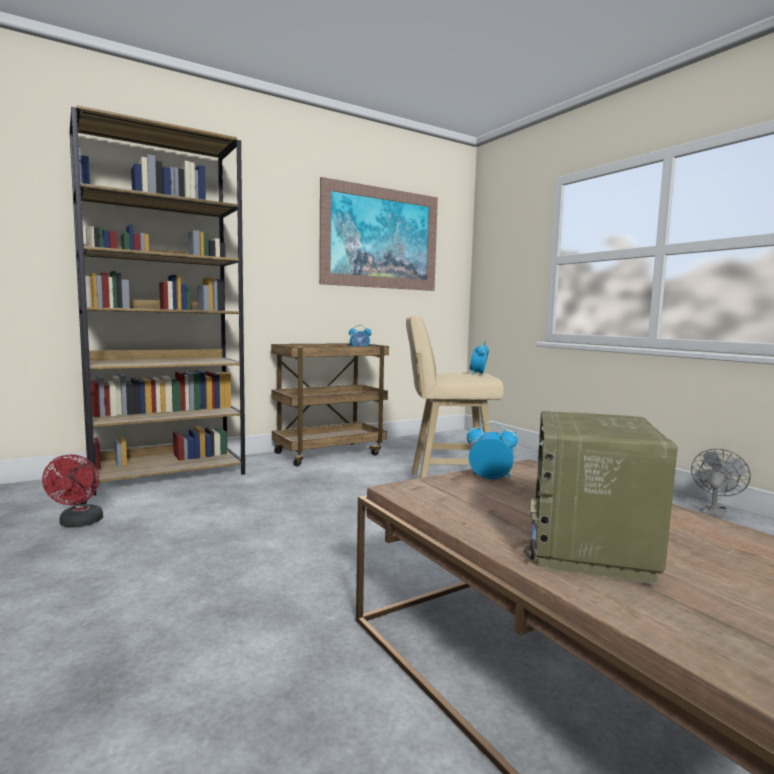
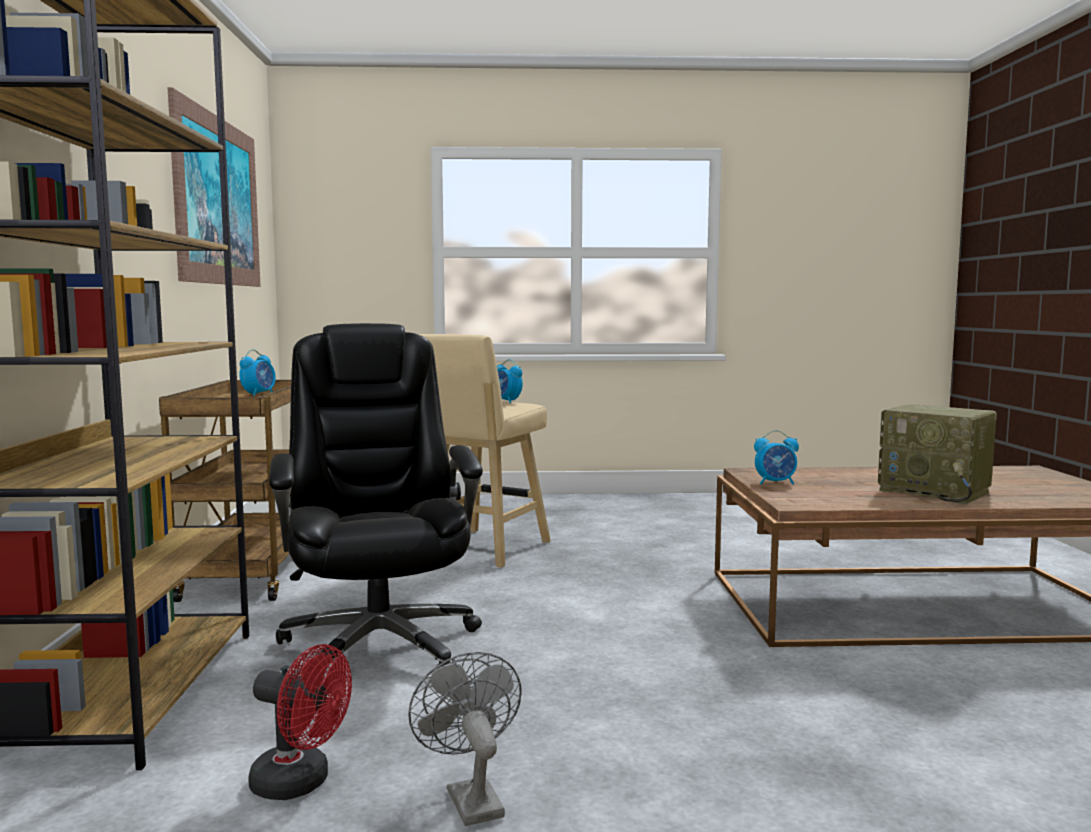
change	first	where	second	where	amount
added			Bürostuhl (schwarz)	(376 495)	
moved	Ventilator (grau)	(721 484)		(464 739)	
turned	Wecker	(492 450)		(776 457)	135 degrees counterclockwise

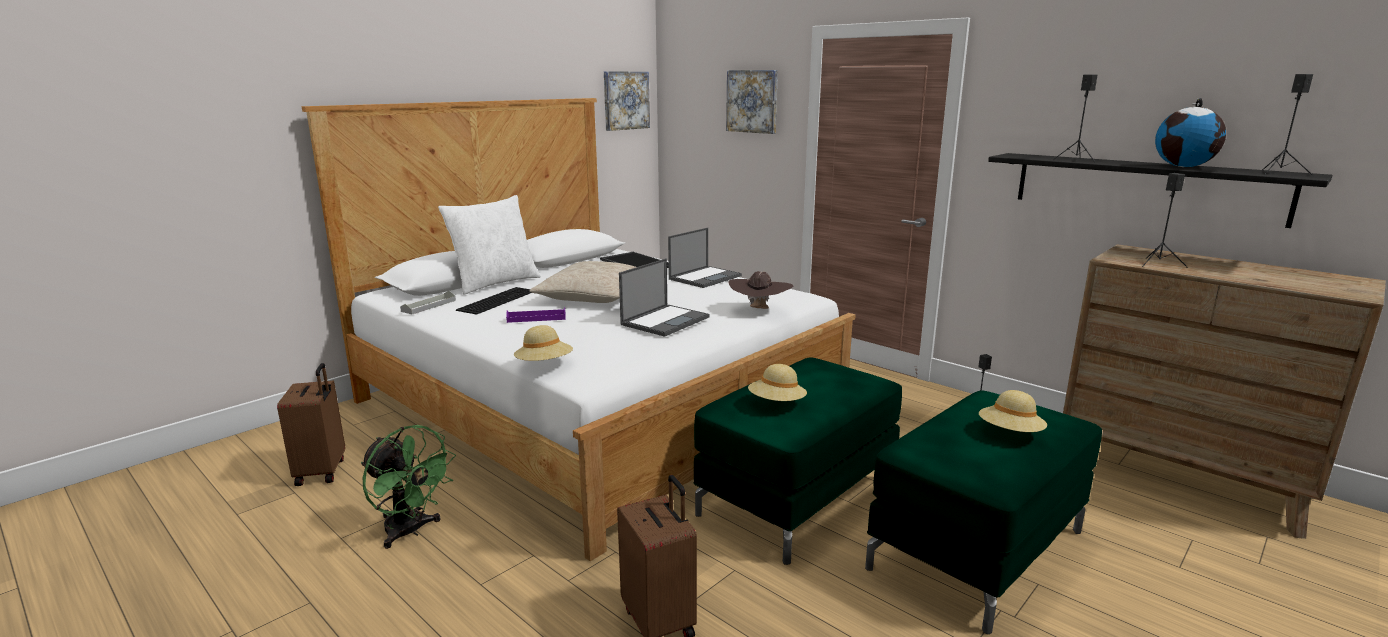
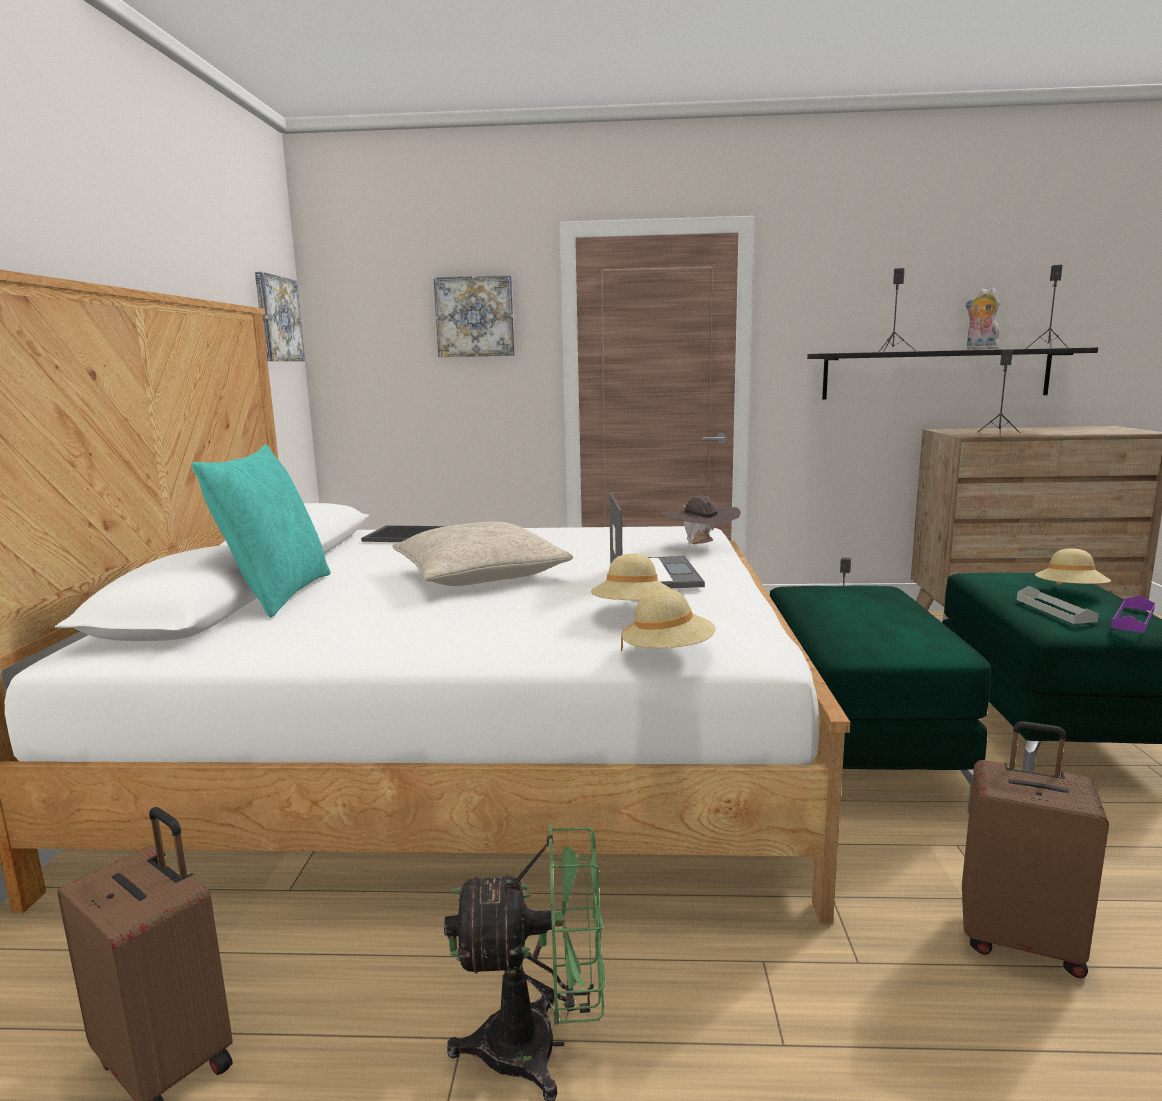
change	first	where	second	where	amount
removed	Tastatur	(493 301)			
removed	Laptop	(705 258)			
moved	Tablett (grau)	(428 302)		(1058 605)	
moved	Tablett (lila)	(536 315)		(1133 614)	
moved	Hut (beige)	(777 382)		(631 577)	
replaced	Globus	(1190 132)	Plüschtier	(982 319)	
recoloured	Kissen (weiß)	(489 245)	Kissen (türkis)	(261 531)	

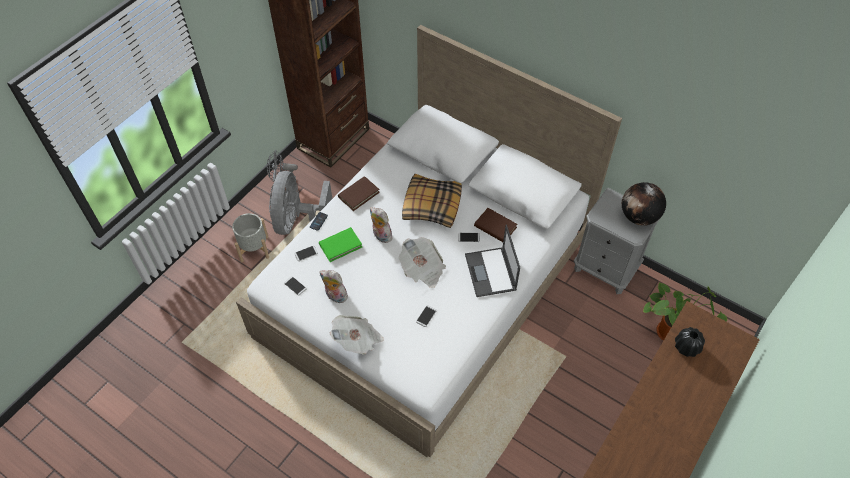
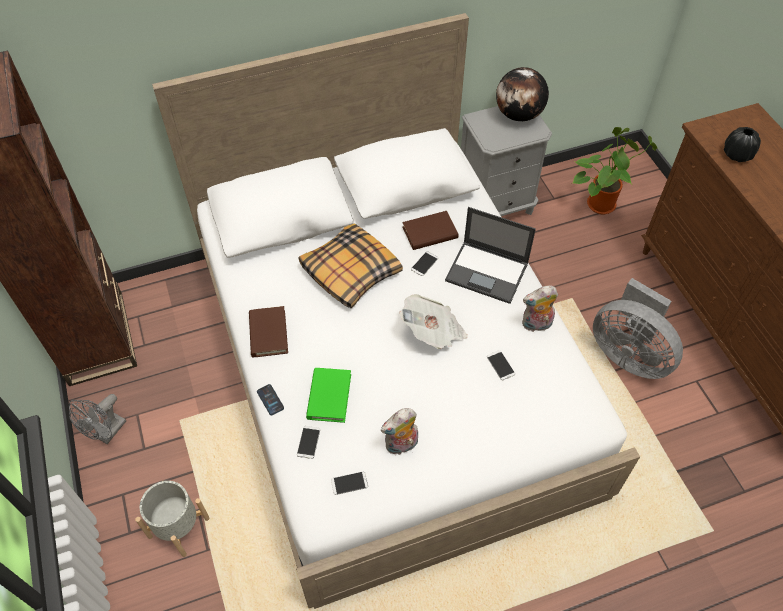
change	first	where	second	where	amount
removed	Zeitung	(357 335)			
moved	Ventilator (grau)	(300 203)		(638 328)	
moved	Plüschtier	(381 225)		(540 308)	

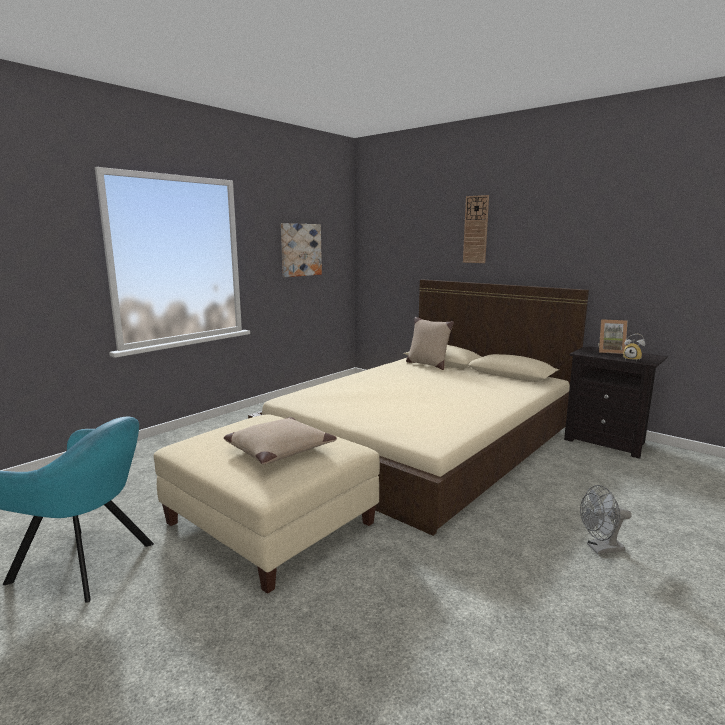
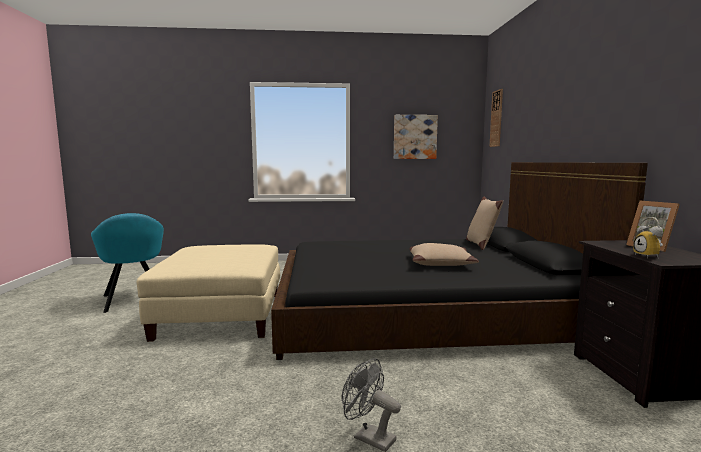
change	first	where	second	where	amount
moved	Kissen (beige)	(280 440)		(444 254)	
moved	Wanduhr	(476 229)		(496 118)	
recoloured	Bett (beige)	(418 407)	Bett (schwarz)	(459 261)	

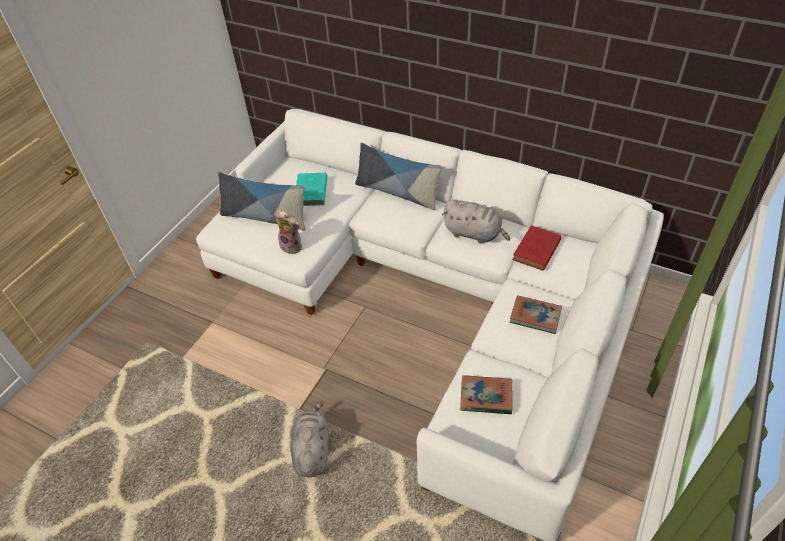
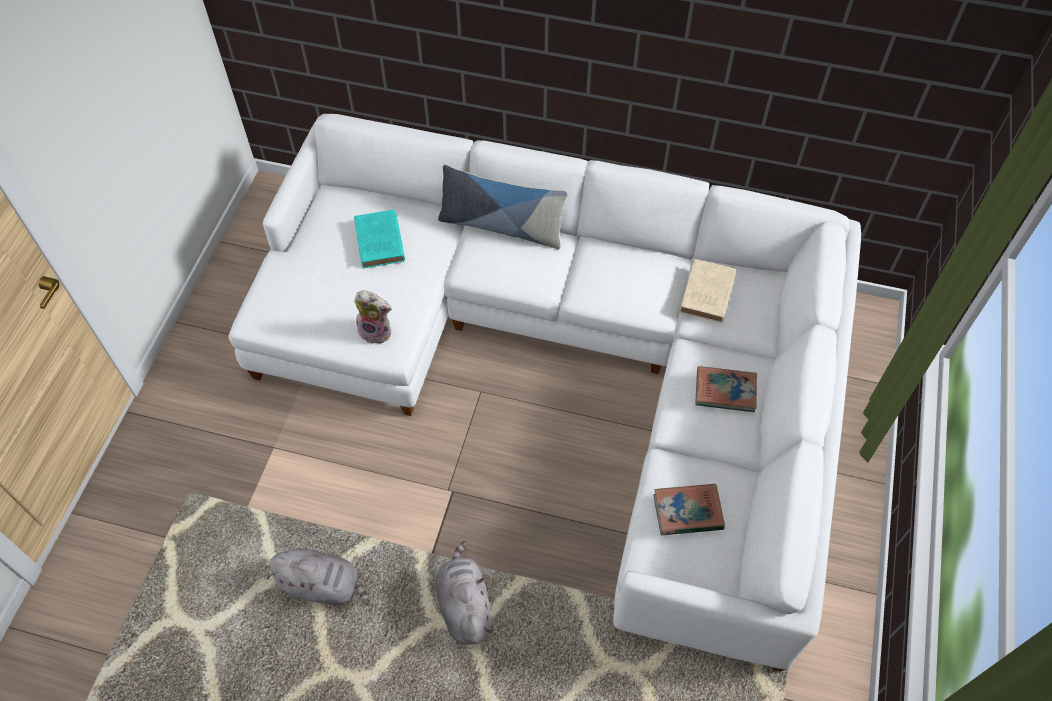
change	first	where	second	where	amount
removed	Kissen	(261 201)			
moved	Plüschtier (grau)	(476 222)		(318 577)	
recoloured	Buch (rot)	(537 248)	Buch (beige)	(707 291)	

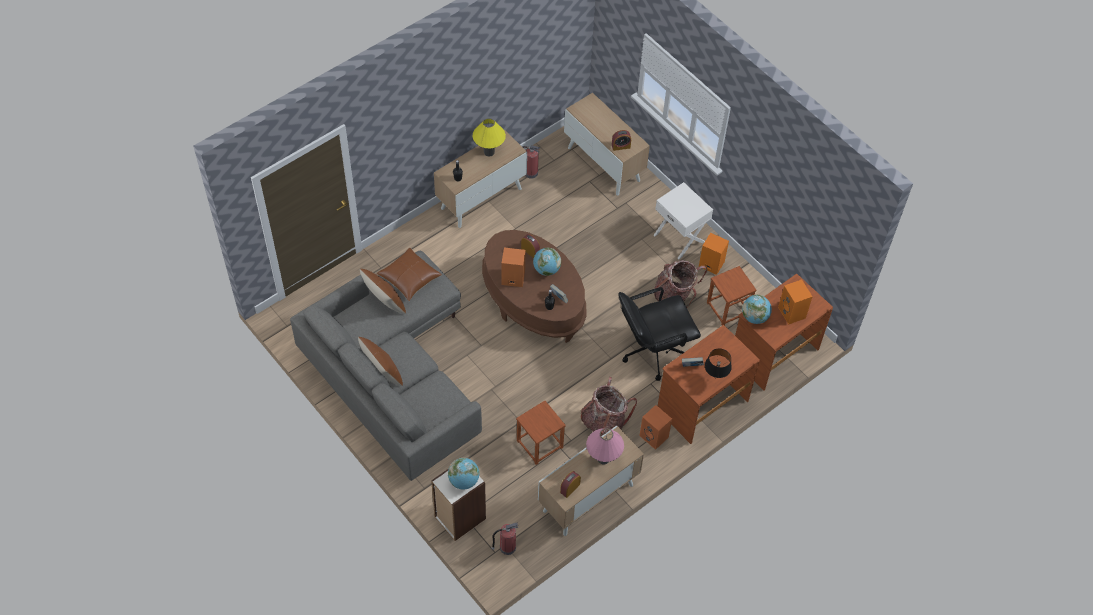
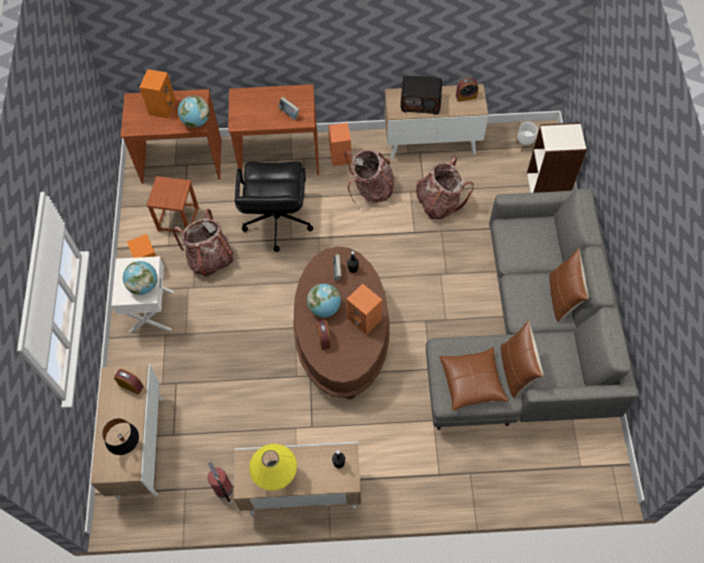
change	first	where	second	where	amount
moved	Globus	(464 473)		(140 278)	
moved	Tischlampe (schwarz)	(718 363)		(120 436)	
replaced	Feuerlöscher	(505 539)	Pflanzkübel (weiß)	(527 136)	
replaced	Hocker (braun)	(541 433)	Rucksack	(445 188)	
replaced	Tischlampe (rosa)	(605 446)	Radio	(421 95)	
turned	Bürostuhl (schwarz)	(659 334)		(274 206)	75 degrees clockwise

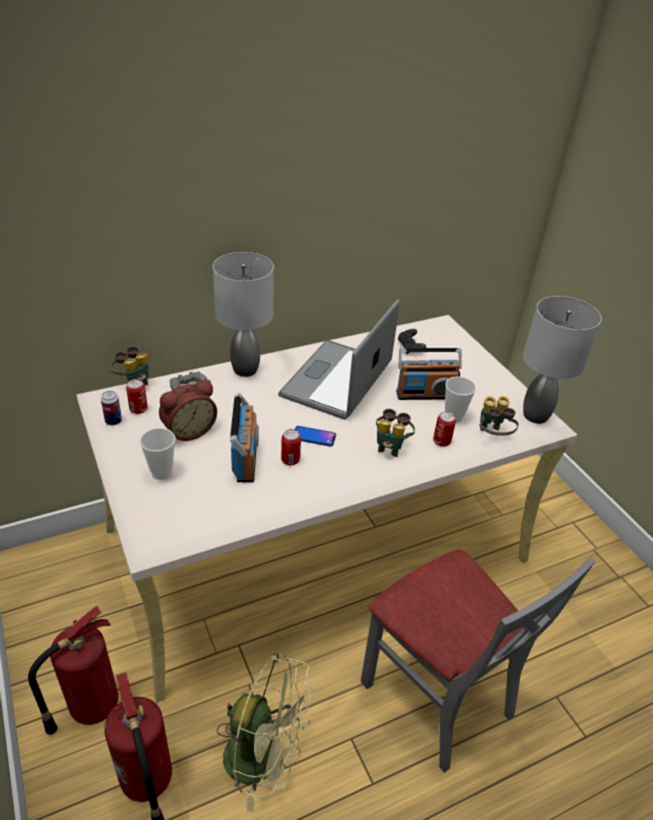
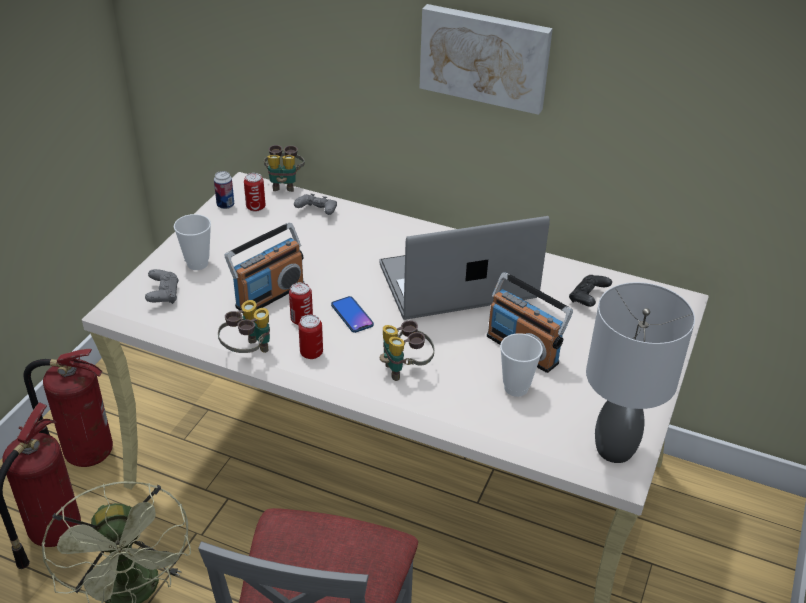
change	first	where	second	where	amount
removed	Wecker	(188 410)			
removed	Tischlampe (grau)	(243 314)			
added			Gamepad (grau)	(162 286)	
added			Bild	(486 59)	
moved	Dose	(444 429)		(310 337)	
moved	Fernglas	(499 416)		(244 326)	

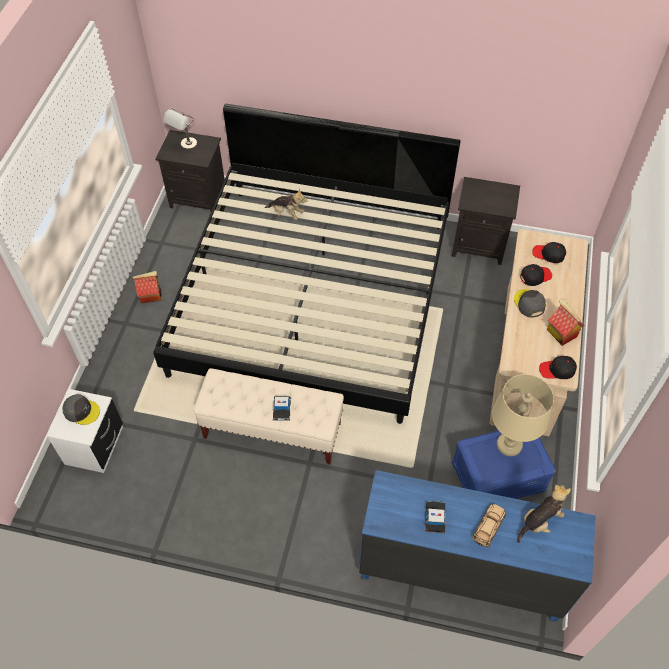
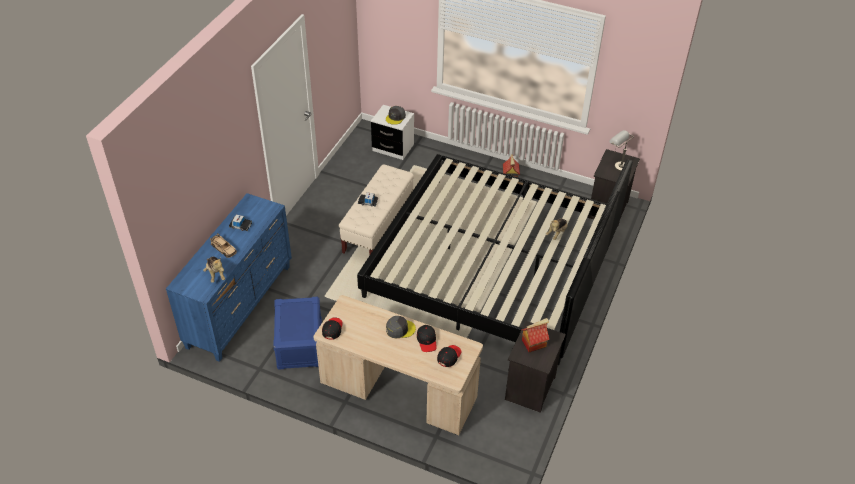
change	first	where	second	where	amount
removed	Tischlampe (beige)	(523 415)			
moved	Spielzeughaus	(565 322)		(535 335)	

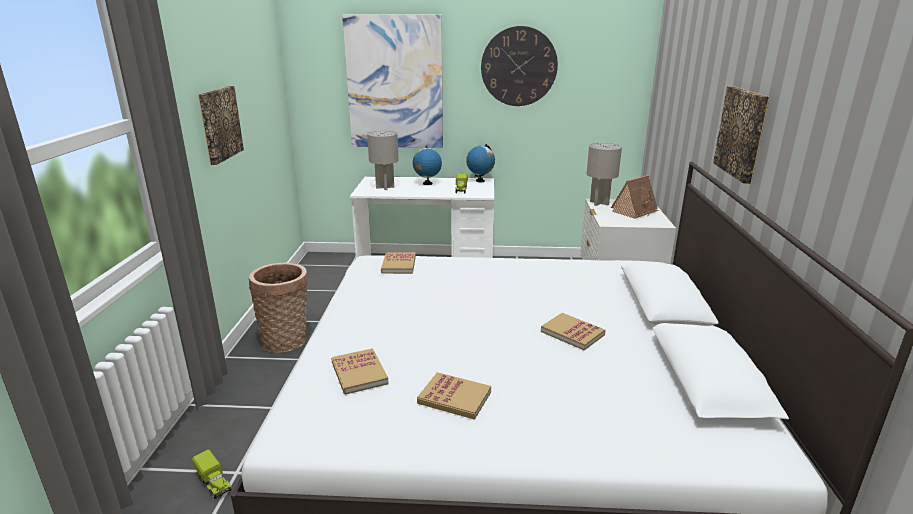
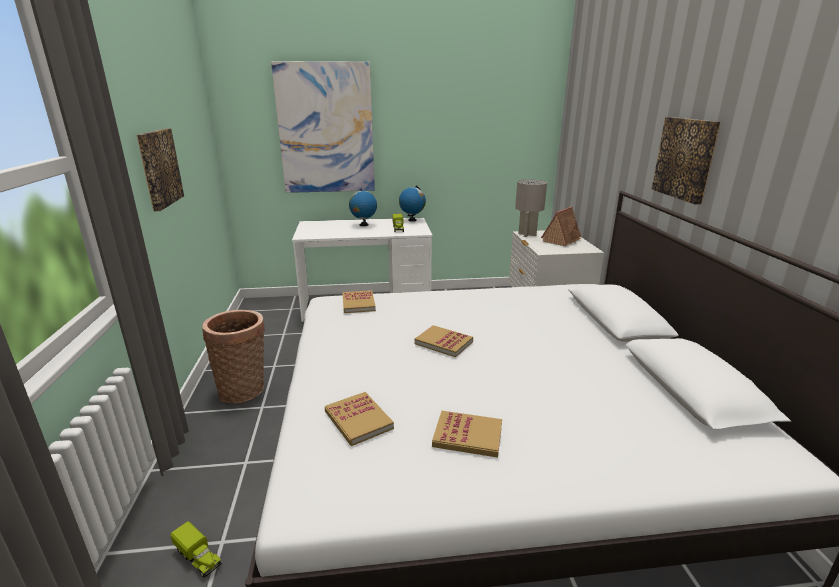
change	first	where	second	where	amount
removed	Tischlampe (grau)	(383 160)			
removed	Wanduhr	(519 66)			
moved	Buch	(573 331)		(443 341)	

